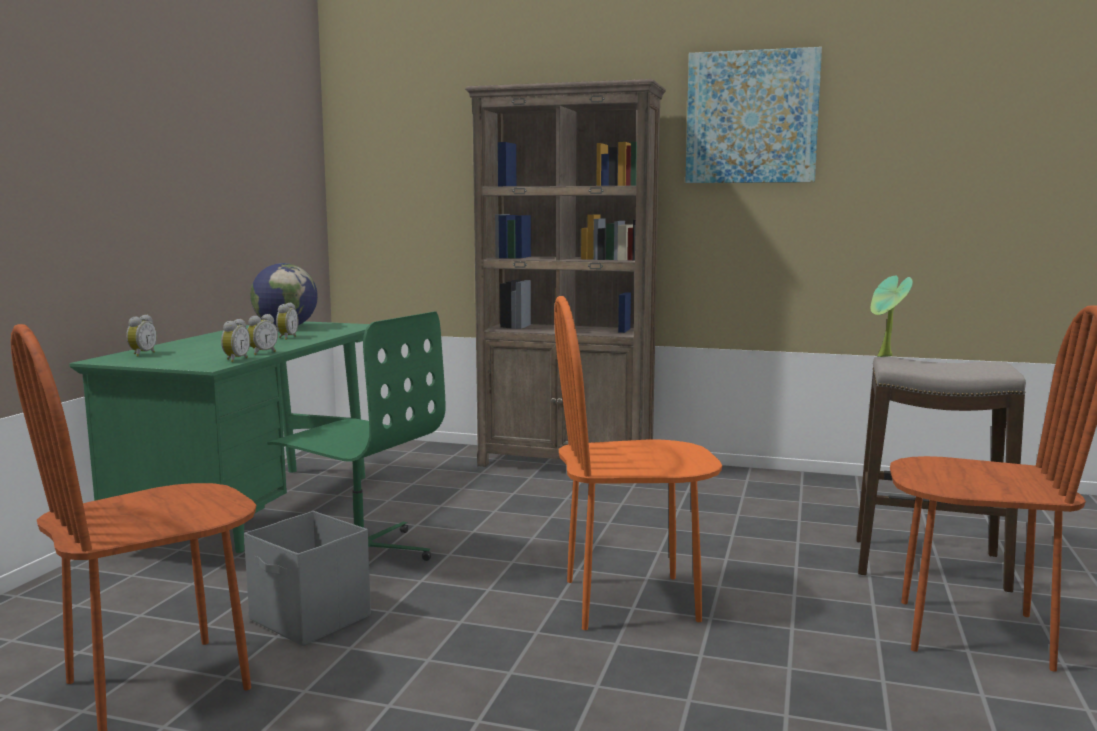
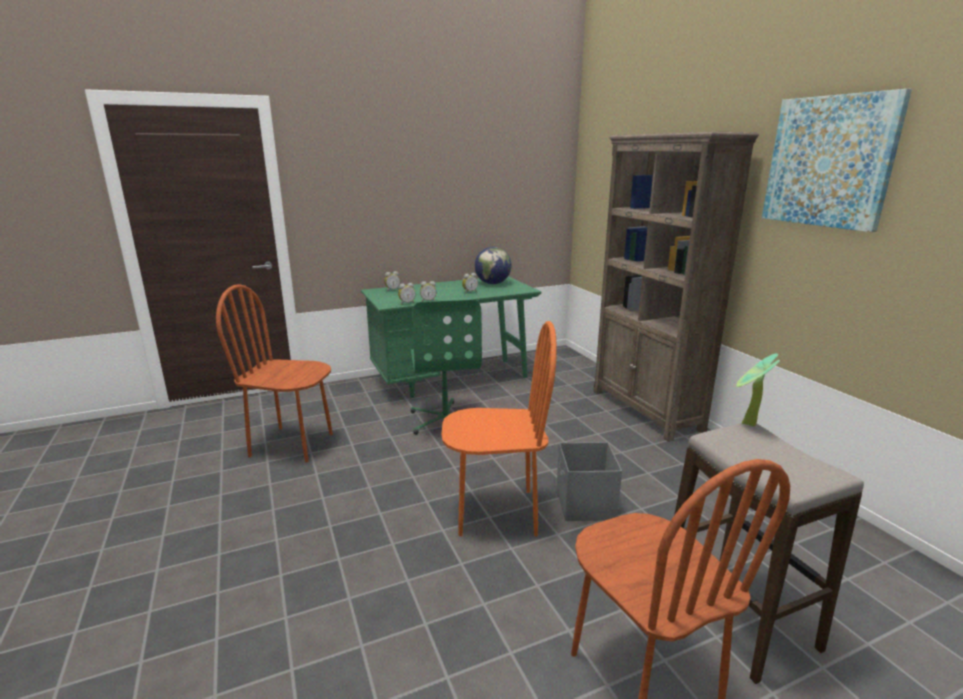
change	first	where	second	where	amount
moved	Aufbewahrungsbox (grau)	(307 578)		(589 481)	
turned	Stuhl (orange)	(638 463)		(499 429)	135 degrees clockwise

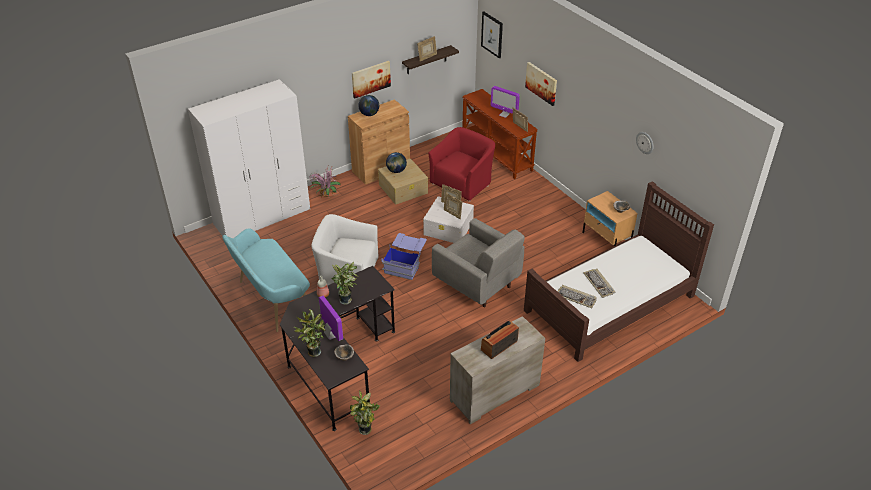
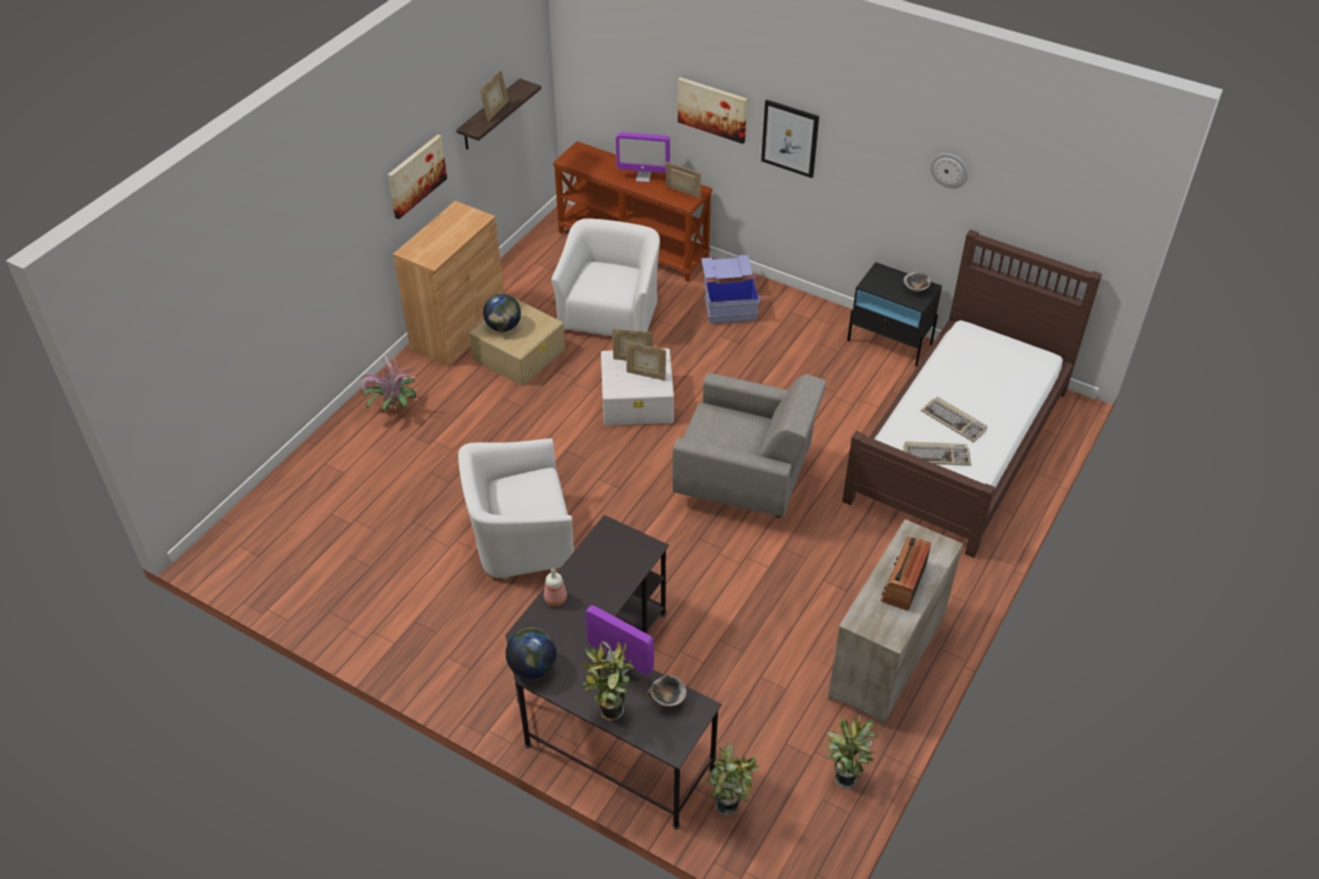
change	first	where	second	where	amount
removed	Kleiderschrank (weiß)	(249 158)			
removed	Bank (türkis)	(266 280)			
moved	Topfpflanze	(344 283)		(852 750)	
moved	Globus	(368 105)		(531 653)	
moved	Aufbewahrungsbox (blau)	(404 256)		(731 289)	
moved	Bild	(492 34)		(790 139)	
recoloured	Sessel (rot)	(461 164)	Sessel (weiß)	(605 277)	
recoloured	Nachttisch (beige)	(610 218)	Nachttisch (schwarz)	(894 314)	

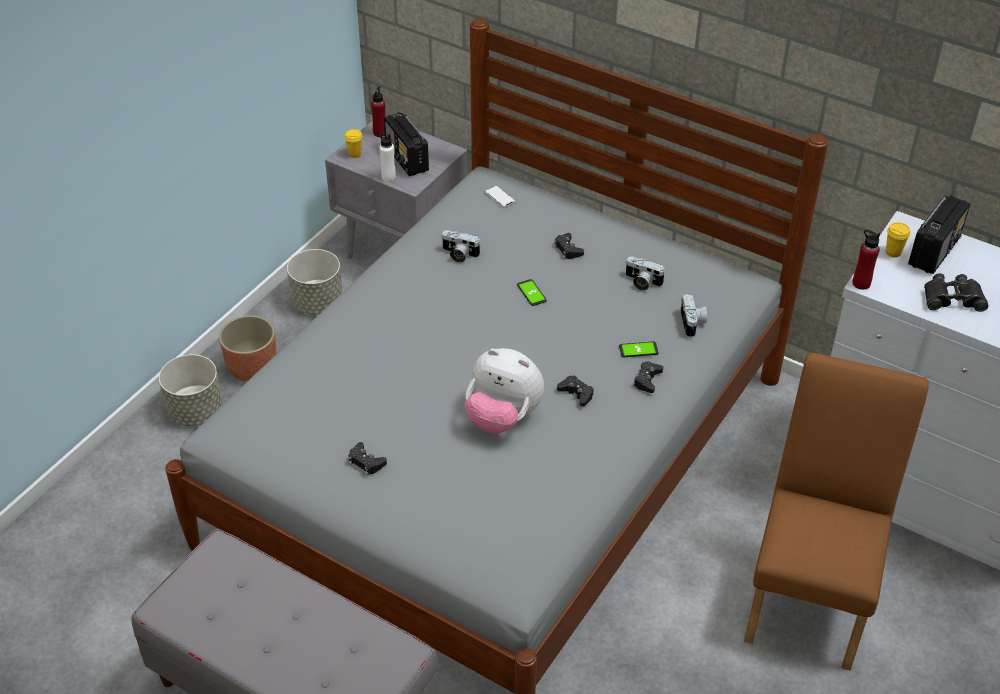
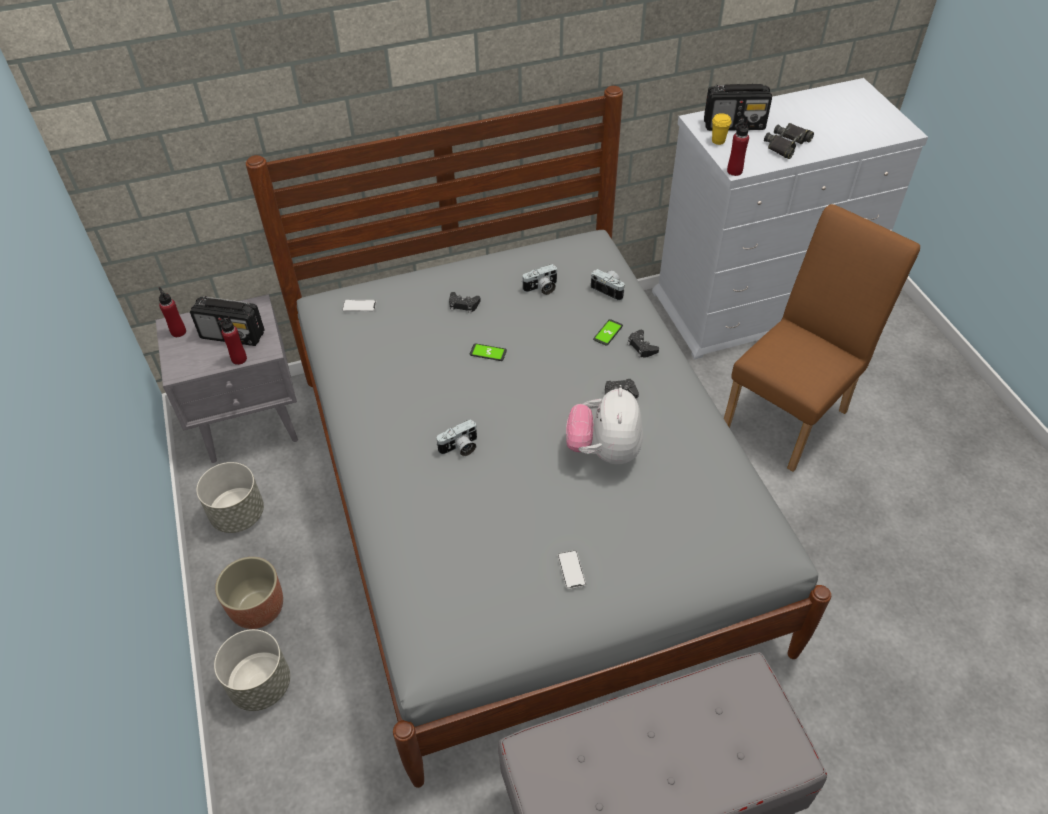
change	first	where	second	where	amount
removed	Tasse (gelb)	(353 143)			
moved	Kamera	(461 246)		(456 437)	
replaced	Gamepad (schwarz)	(367 459)	Handy	(571 569)	
recoloured	Flasche (weiß)	(387 157)	Flasche (rot)	(232 340)	
turned	Plüschtier	(504 391)		(604 425)	120 degrees clockwise
turned	Stuhl (braun)	(836 511)		(822 338)	75 degrees clockwise
turned	Radio	(939 234)		(738 107)	105 degrees clockwise

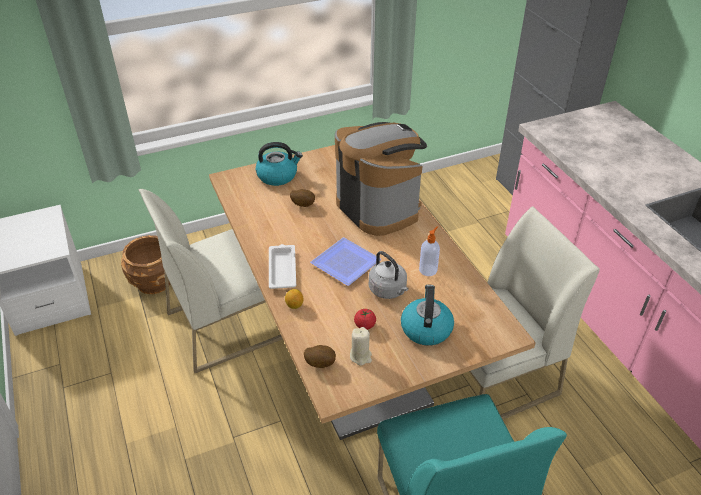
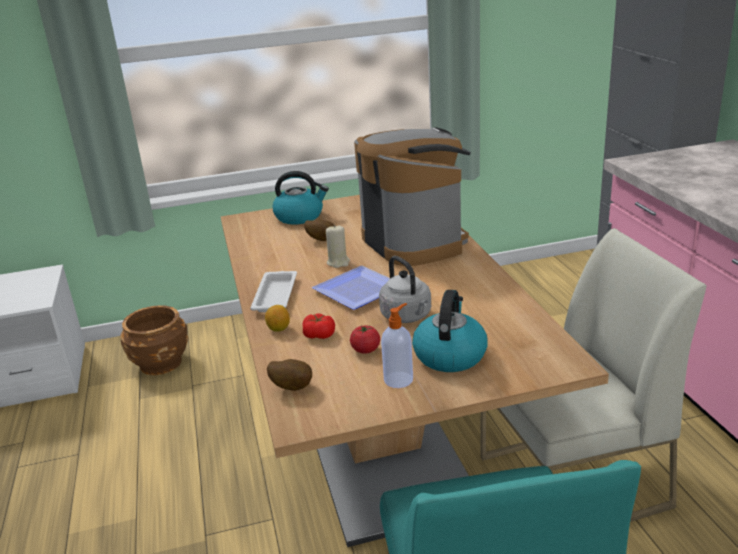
change	first	where	second	where	amount
removed	Stuhl (weiß)	(211 281)			
added			Tomate	(319 326)	
moved	Kerze (beige)	(361 346)		(338 246)	
moved	Seifenspender	(429 251)		(397 345)	

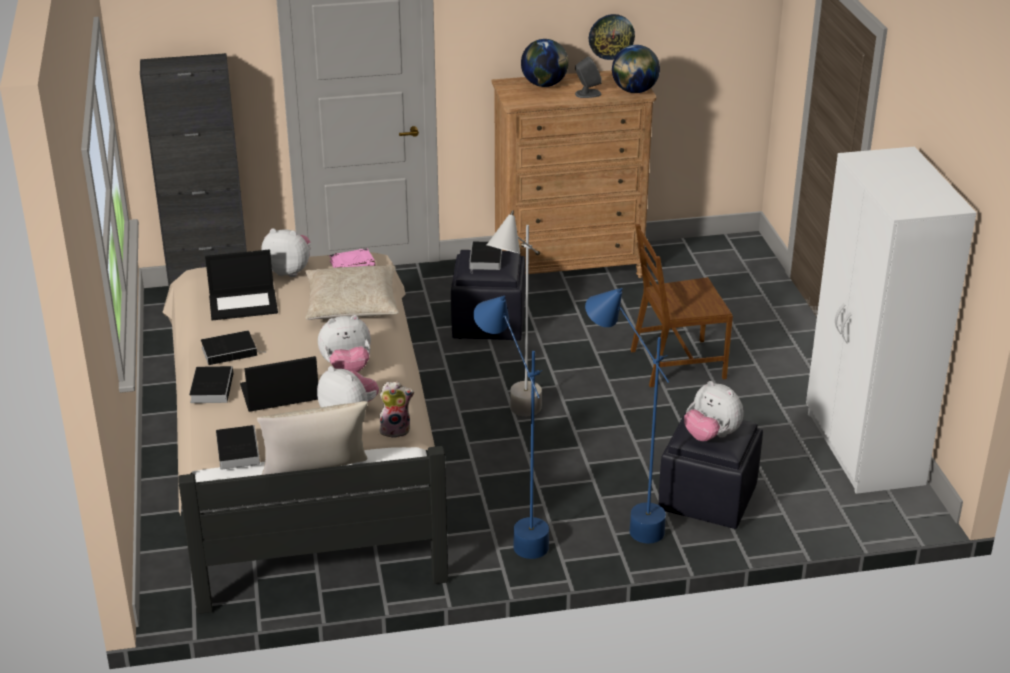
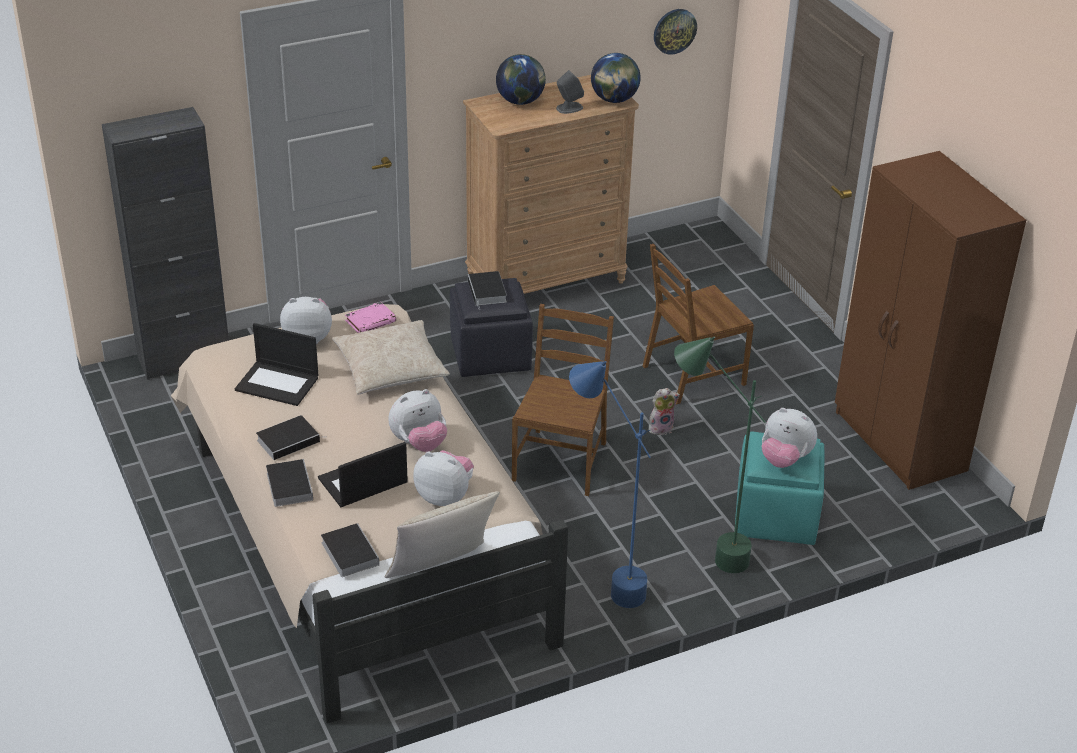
change	first	where	second	where	amount
moved	Plüschtier	(396 409)		(664 411)	
moved	Wanduhr	(612 37)		(675 32)	
replaced	Stehlampe (grau)	(514 313)	Stuhl (braun)	(563 400)	
recoloured	Stehlampe (blau)	(627 415)	Stehlampe (grün)	(719 455)	
recoloured	Polsterhocker (schwarz)	(711 470)	Polsterhocker (türkis)	(780 488)	
recoloured	Kleiderschrank (weiß)	(891 320)	Kleiderschrank (braun)	(930 320)	
turned	Laptop	(241 284)		(276 364)	45 degrees clockwise

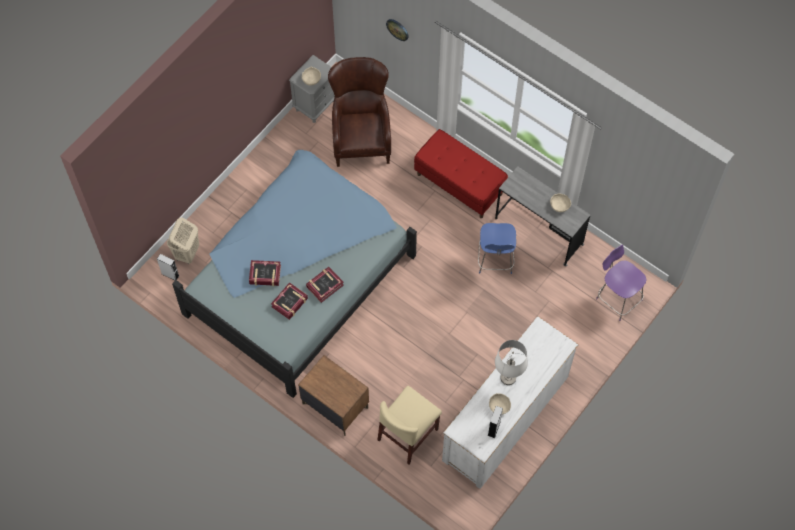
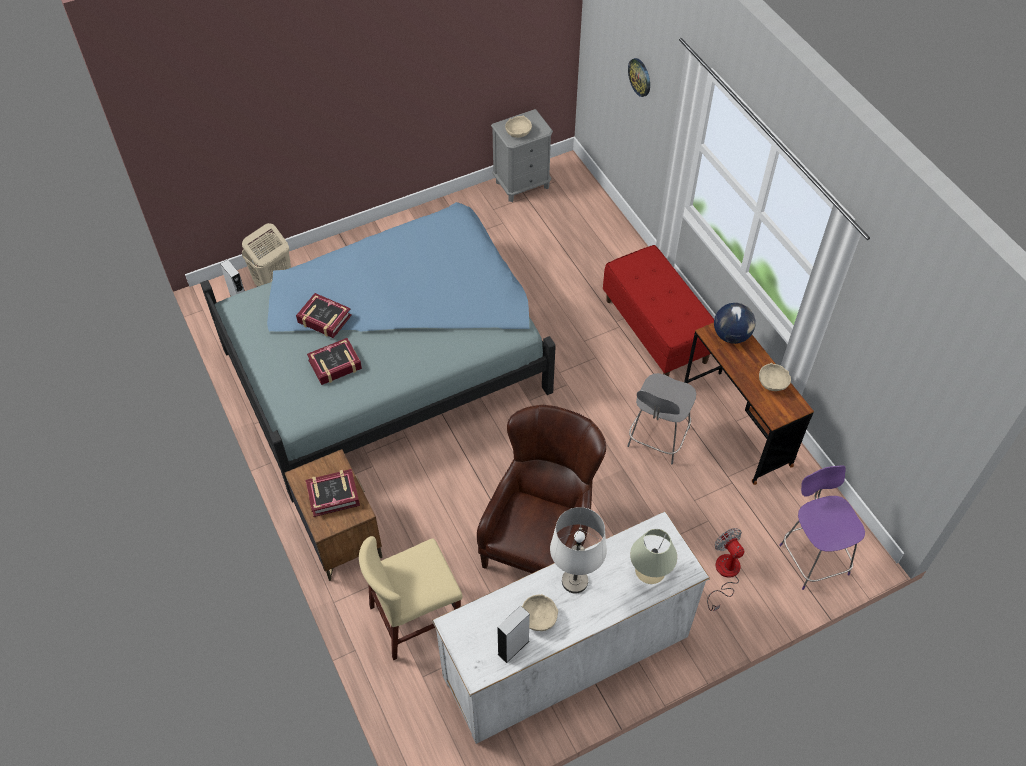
change	first	where	second	where	amount
added			Tischlampe (beige)	(653 556)	
added			Ventilator	(725 570)	
added			Globus	(735 323)	
moved	Buch	(325 285)		(332 493)	
moved	Sessel (braun)	(359 112)		(541 489)	
recoloured	Stuhl (blau)	(497 248)	Stuhl (grau)	(661 418)	
recoloured	Schreibtisch (grau)	(543 216)	Schreibtisch (braun)	(749 404)	

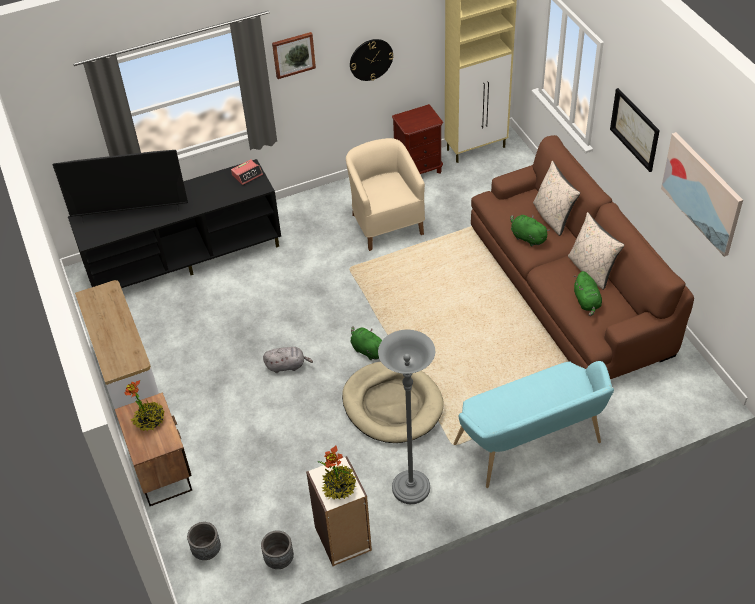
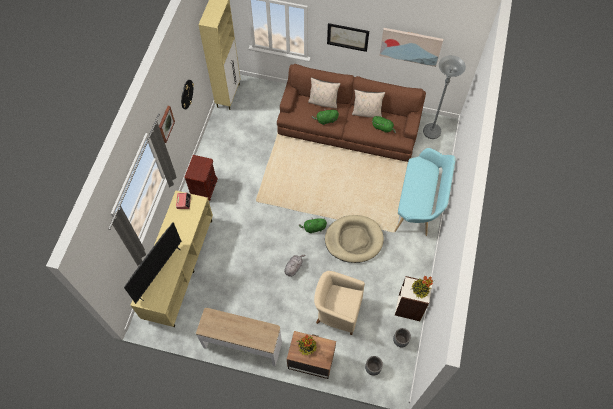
change	first	where	second	where	amount
moved	Sessel (beige)	(385 194)		(339 303)	
moved	Stehlampe (grau)	(406 417)		(444 97)	
moved	Nachttisch (braun)	(417 139)		(201 178)	
recoloured	Fernsehschrank (schwarz)	(174 223)	Fernsehschrank (beige)	(171 259)	

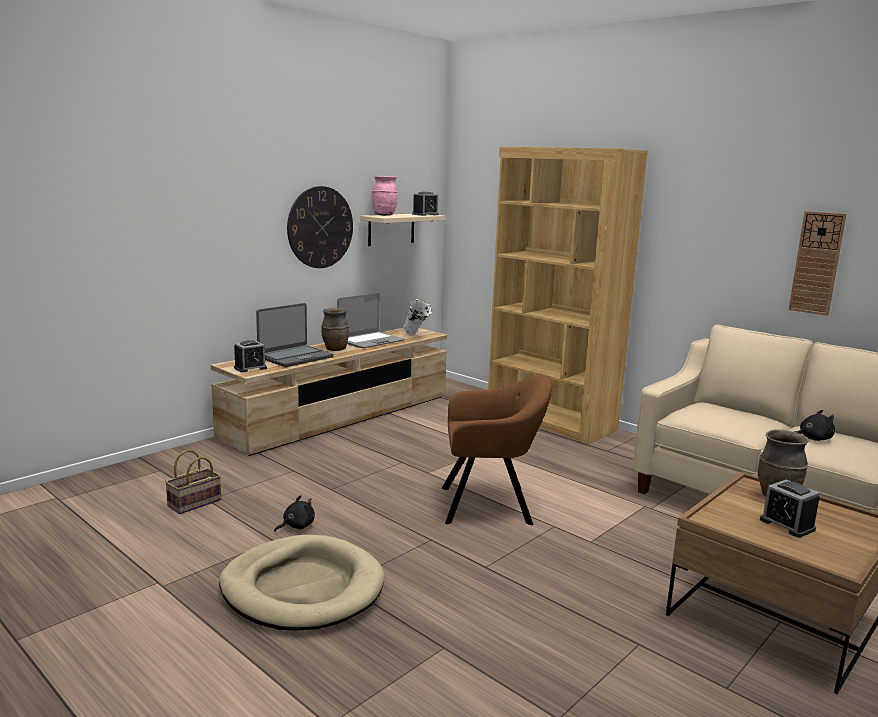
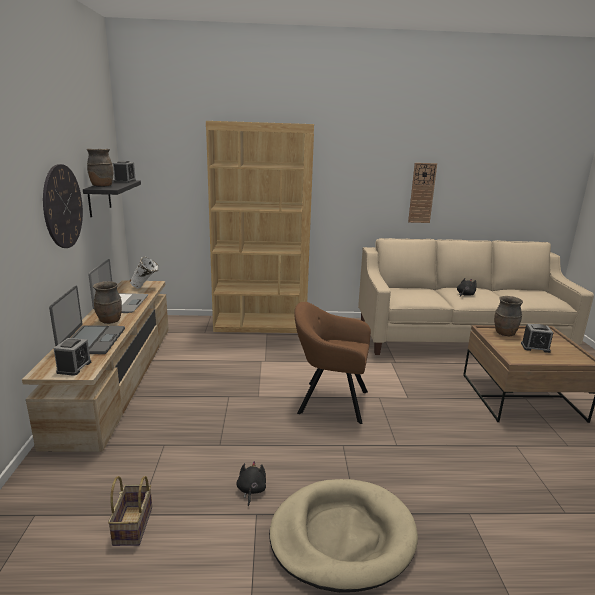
change	first	where	second	where	amount
recoloured	Wandregal (beige)	(402 230)	Wandregal (schwarz)	(112 198)	
recoloured	Vase (rosa)	(385 196)	Vase (braun)	(100 168)	
turned	Sessel (braun)	(497 449)		(332 363)	120 degrees counterclockwise

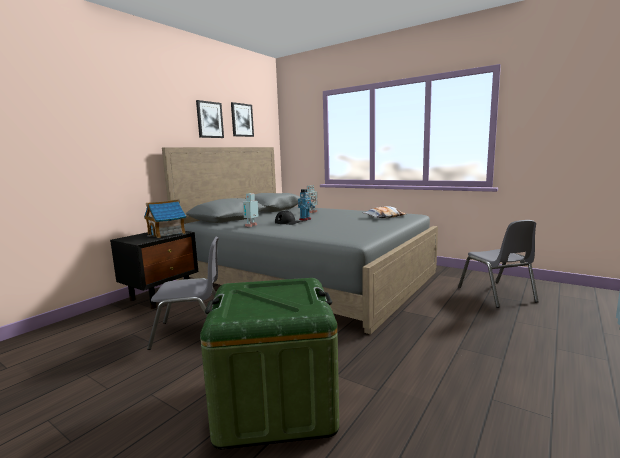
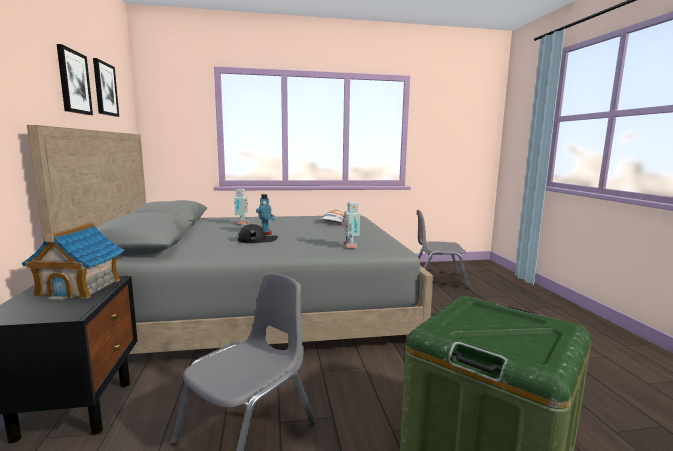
change	first	where	second	where	amount
moved	Spielzeugroboter	(251 210)		(351 225)	
turned	Stuhl (grau)	(498 264)		(443 249)	150 degrees clockwise

